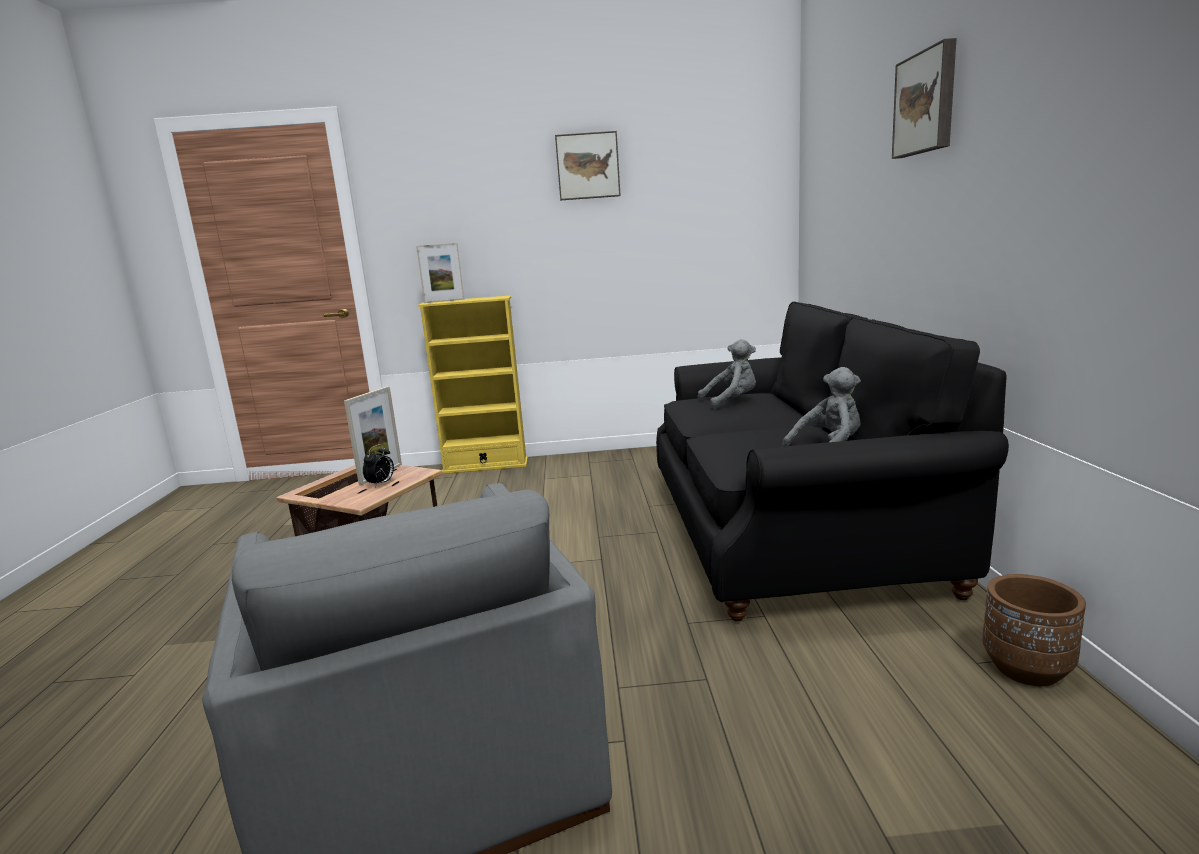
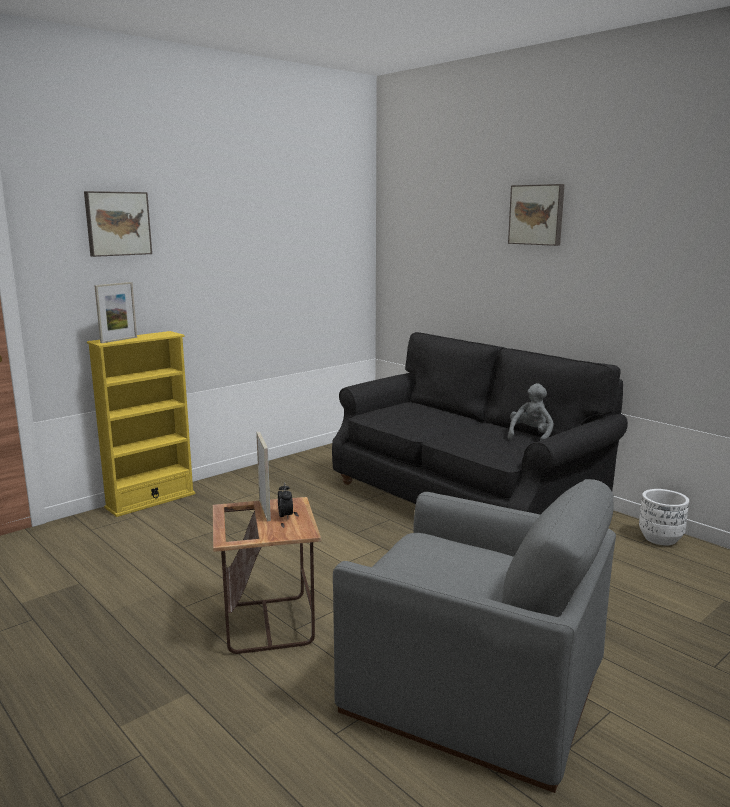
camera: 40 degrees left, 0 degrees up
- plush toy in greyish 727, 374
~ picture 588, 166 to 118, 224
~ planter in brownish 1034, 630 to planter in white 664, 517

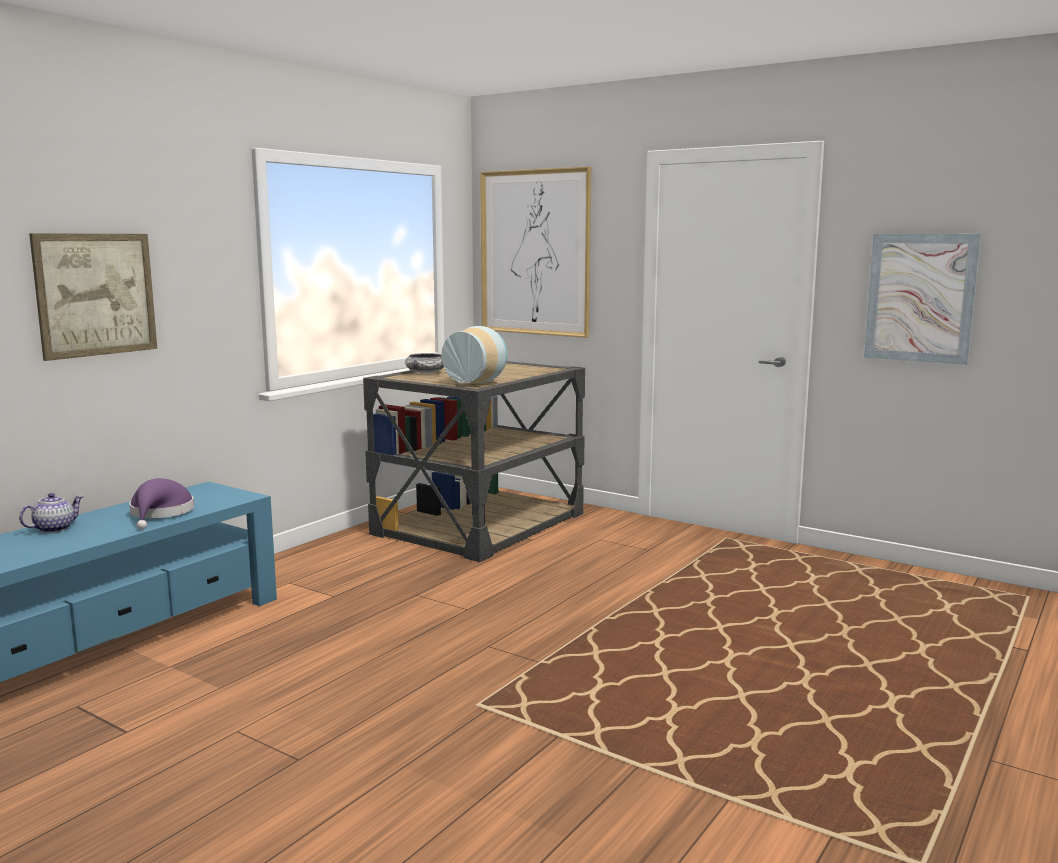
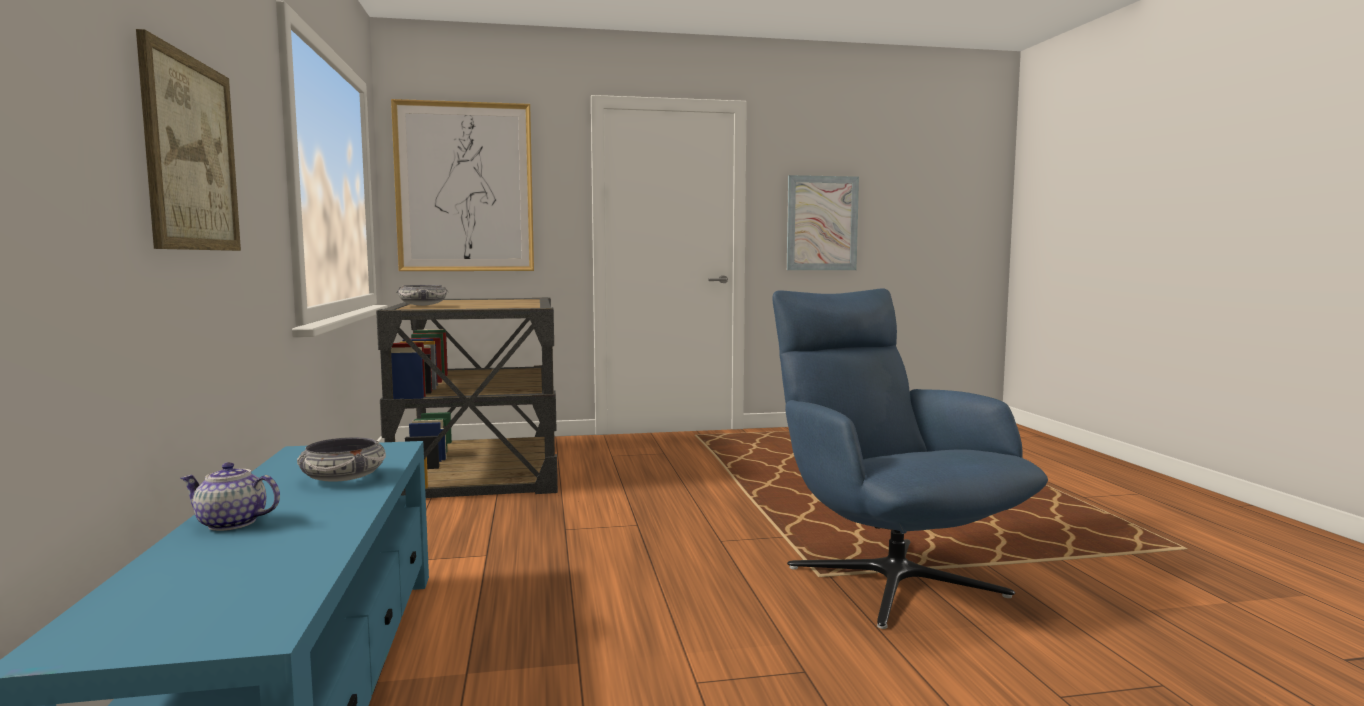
camera: 45 degrees left, 5 degrees down
- vase 474, 354
+ armchair in blue 910, 458
~ clothing hat in purplish 161, 503 to serving bowl 341, 459
~ teapot 51, 513 = 230, 496 75 degrees counterclockwise

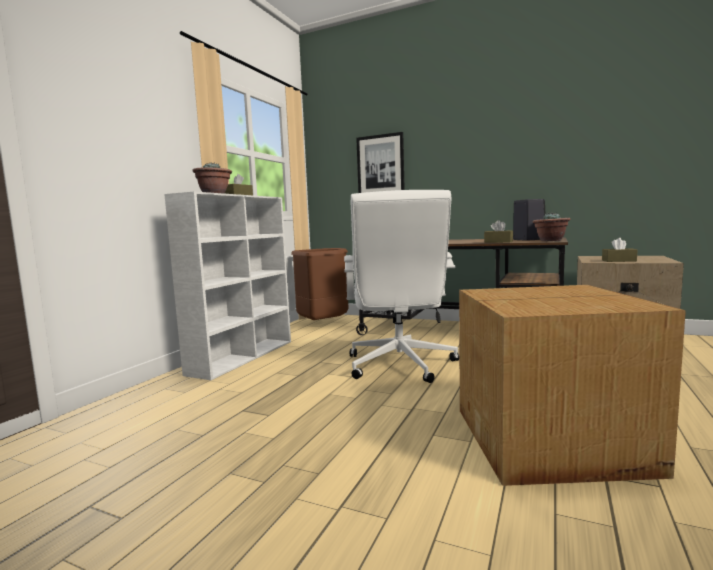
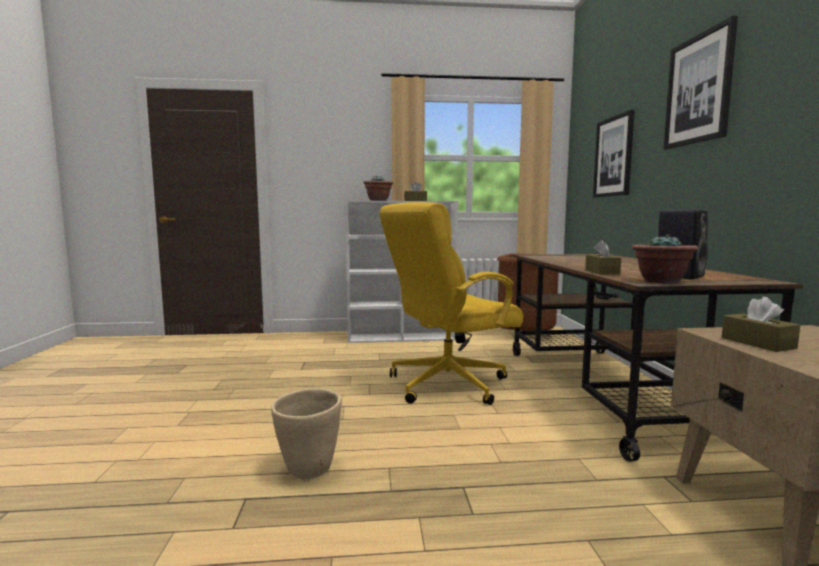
camera: 60 degrees right, 0 degrees up
+ picture 701, 82
~ cardboard box 572, 385 to planter in beige-coloured 306, 433
~ computer chair in white 401, 286 to computer chair in yellow-coloured 451, 303

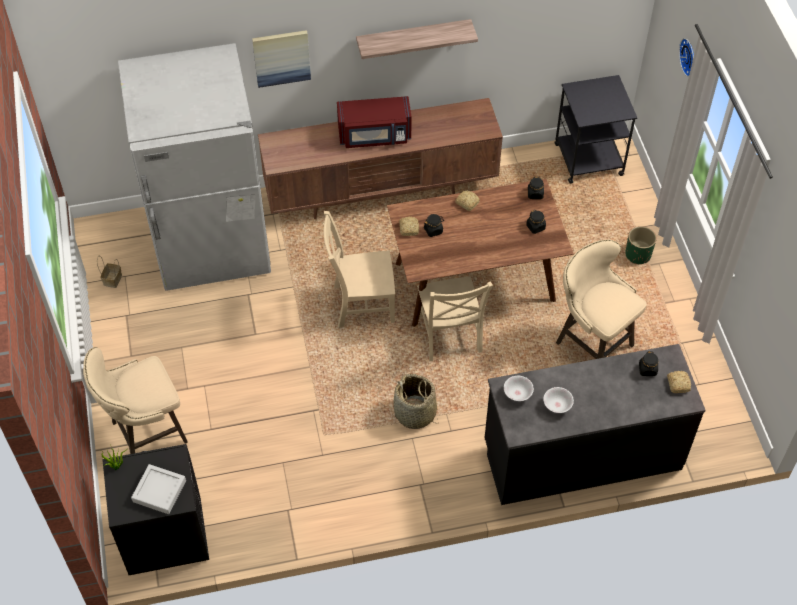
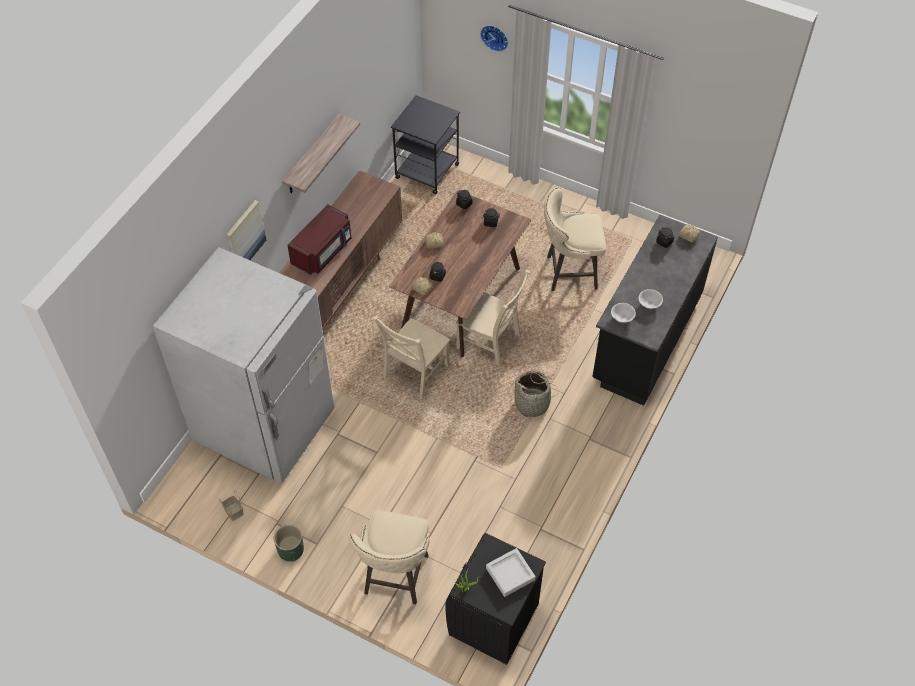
camera: 50 degrees left, 0 degrees up
~ planter in green 641, 245 to 289, 543

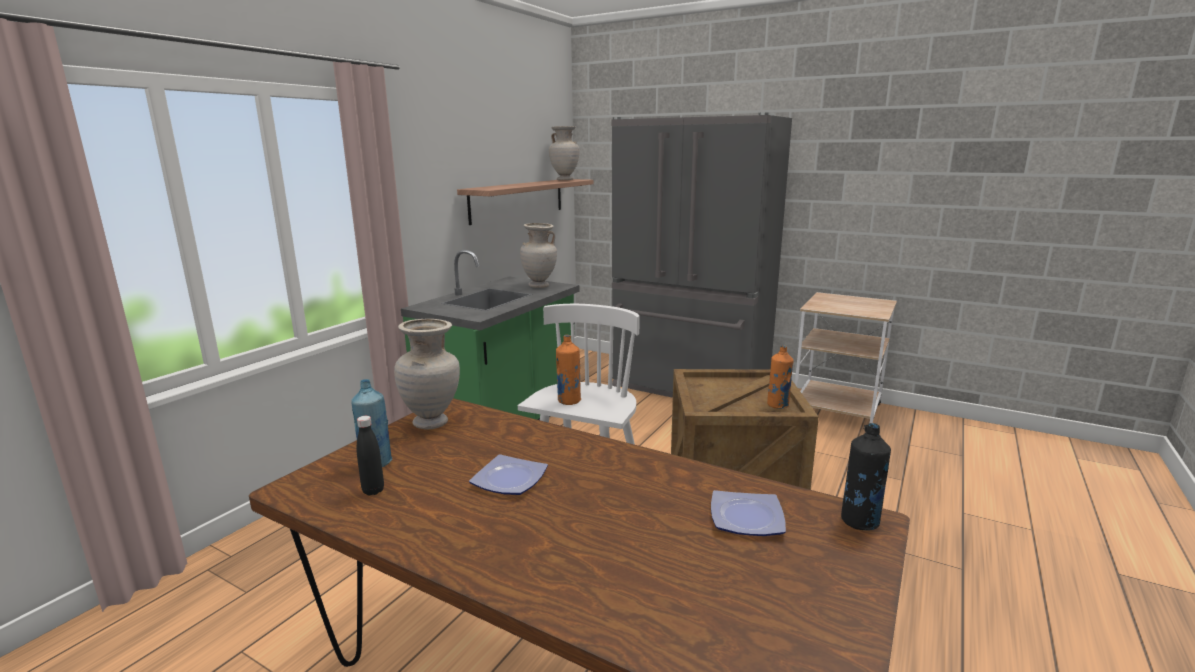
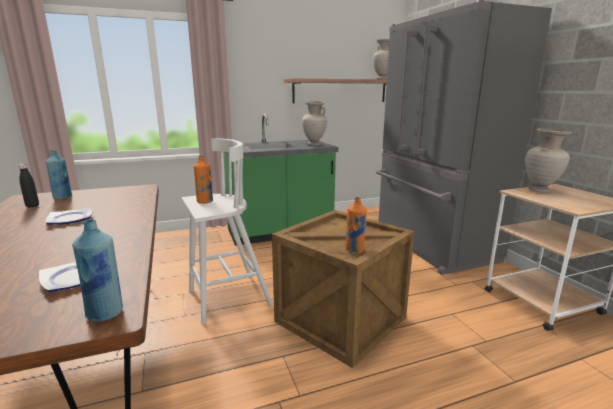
camera: 40 degrees right, 0 degrees up
~ vase in beige-coloured 427, 374 to 548, 161
~ drink bottle in black 866, 476 to drink bottle in blue 97, 270

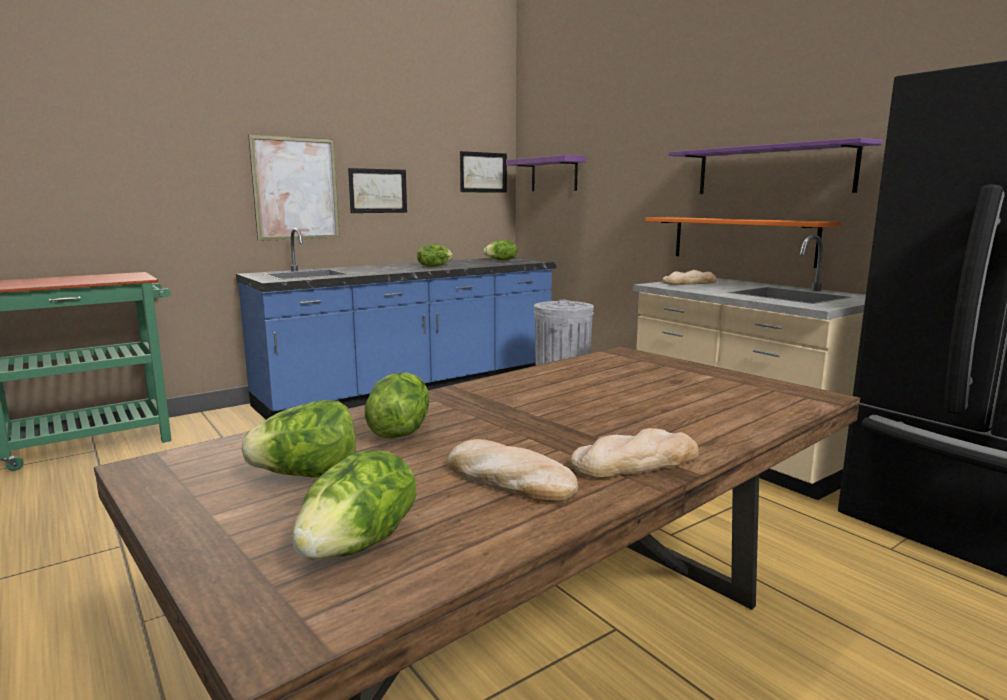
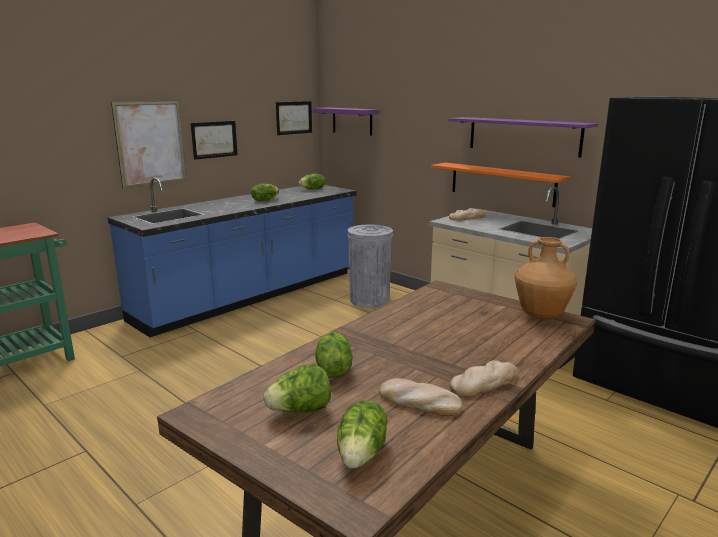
camera: 10 degrees left, 5 degrees up
+ vase in brownish 546, 278

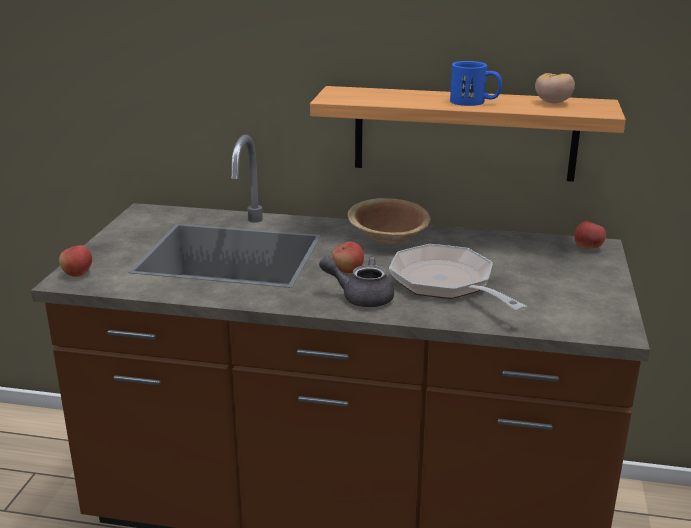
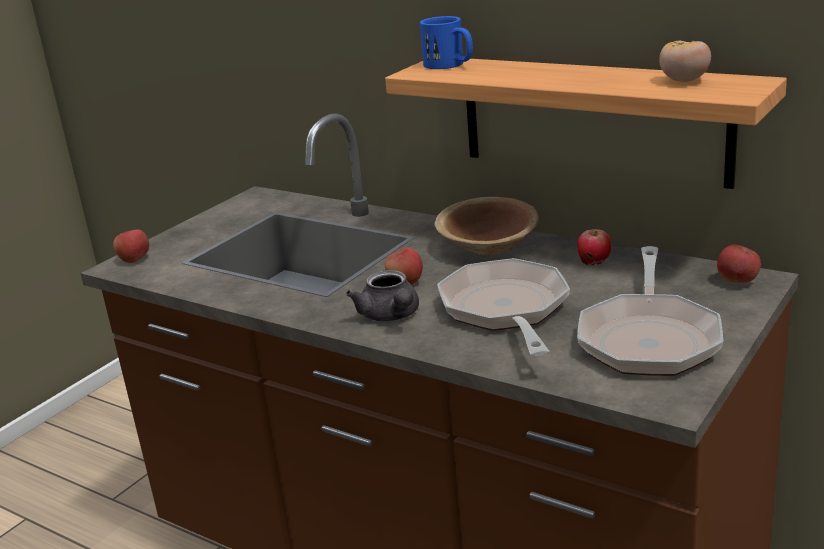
camera: 25 degrees right, 0 degrees up
+ whole apple 594, 247
+ pan 650, 311
~ tea mug in blue 476, 83 to 446, 42
~ teapot in greyish 356, 281 = 382, 295 150 degrees counterclockwise

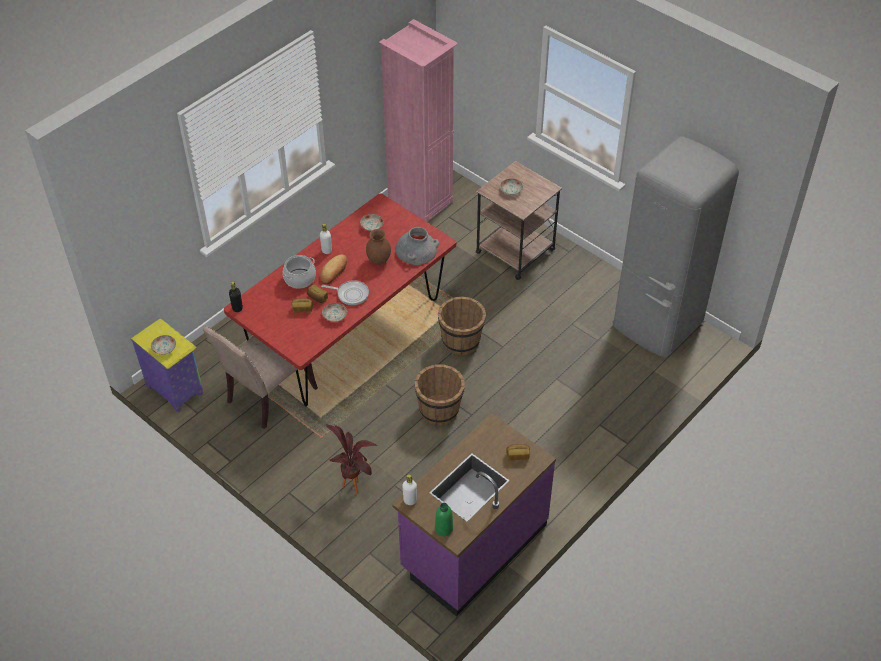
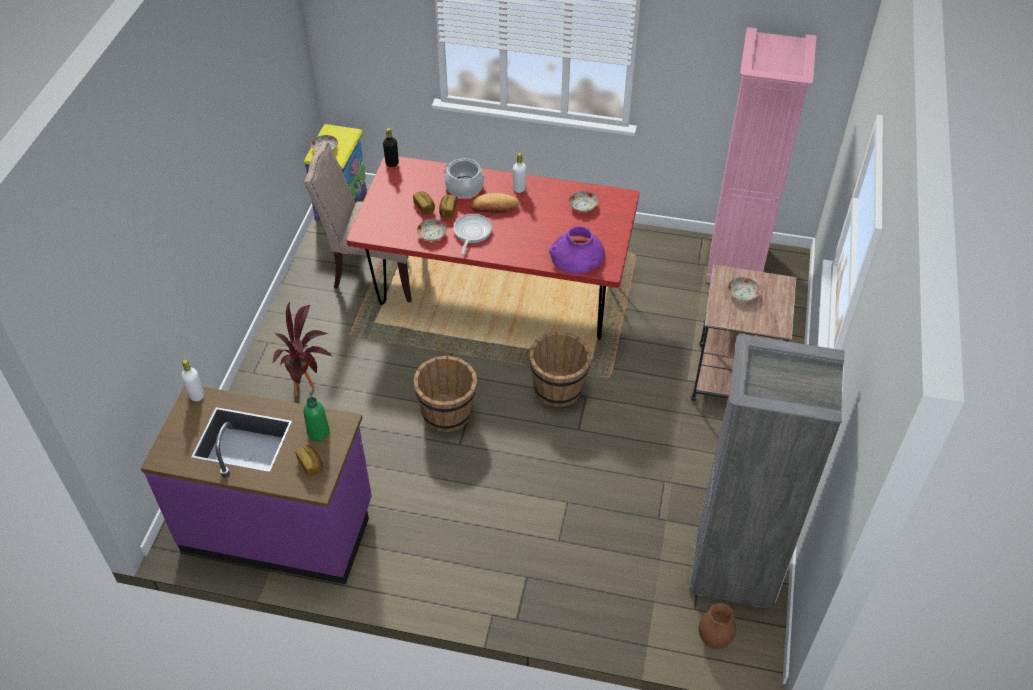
camera: 60 degrees right, 0 degrees up
~ vase in brownish 378, 247 to 717, 626
~ drink bottle in green 444, 519 to 316, 419
~ kitchen fridge in greyish 676, 246 to storage cabinet in greyish 767, 471
~ vase in greyish 417, 246 to vase in purplish 577, 250
~ pan 345, 292 = 473, 234 150 degrees counterclockwise

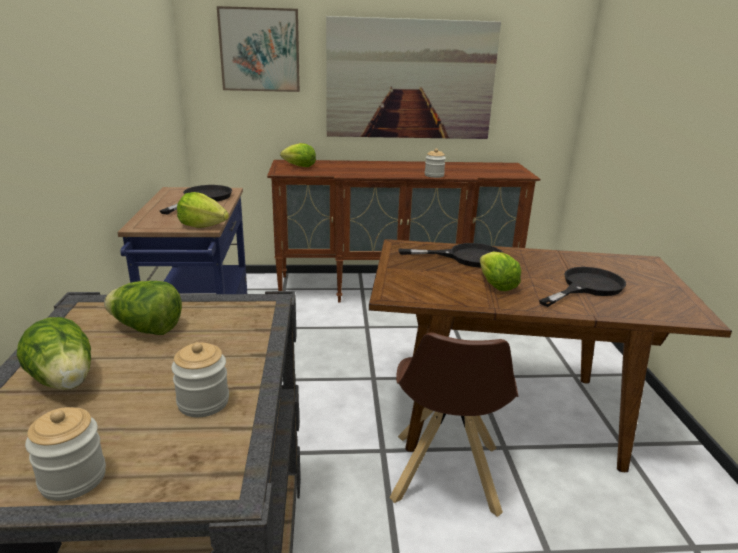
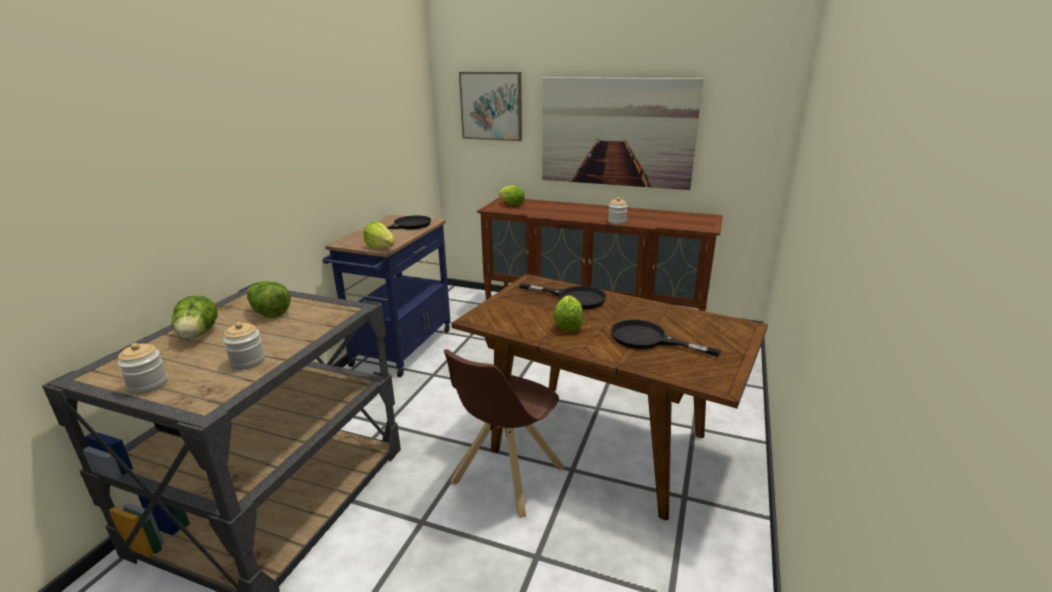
camera: 25 degrees right, 0 degrees up
~ pan in black 582, 287 = 666, 338 135 degrees counterclockwise

